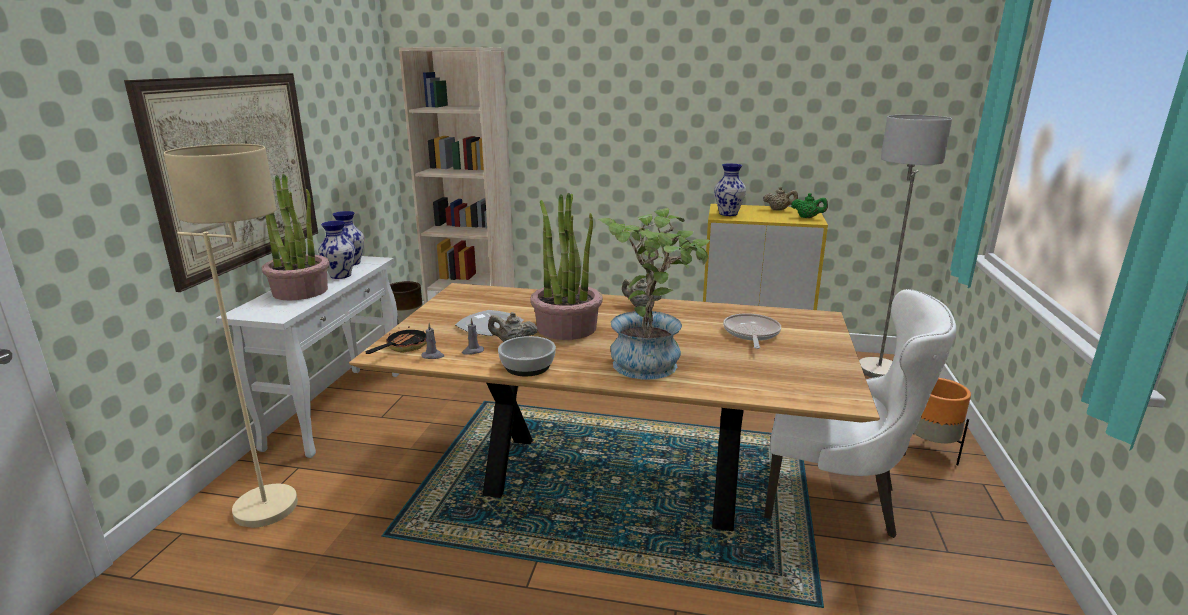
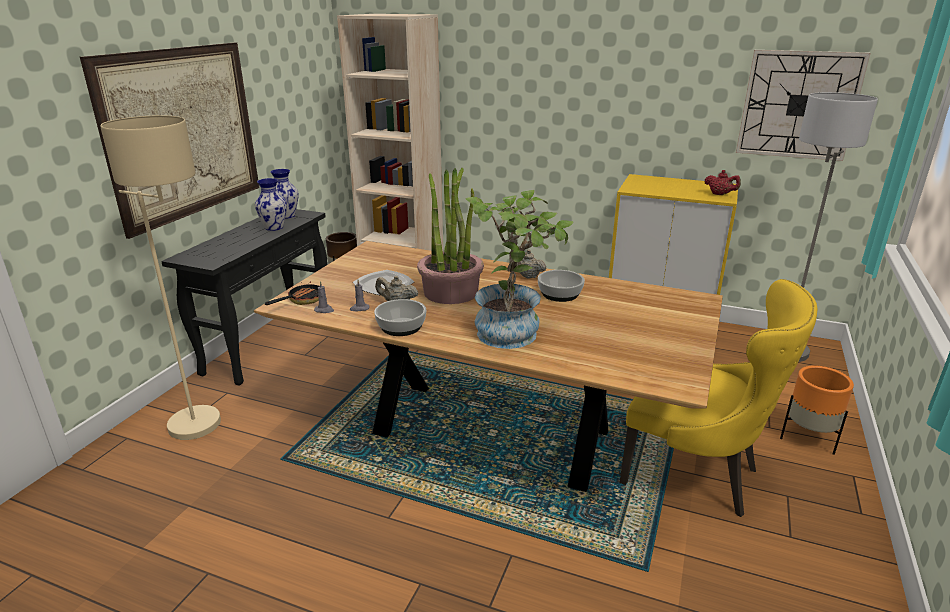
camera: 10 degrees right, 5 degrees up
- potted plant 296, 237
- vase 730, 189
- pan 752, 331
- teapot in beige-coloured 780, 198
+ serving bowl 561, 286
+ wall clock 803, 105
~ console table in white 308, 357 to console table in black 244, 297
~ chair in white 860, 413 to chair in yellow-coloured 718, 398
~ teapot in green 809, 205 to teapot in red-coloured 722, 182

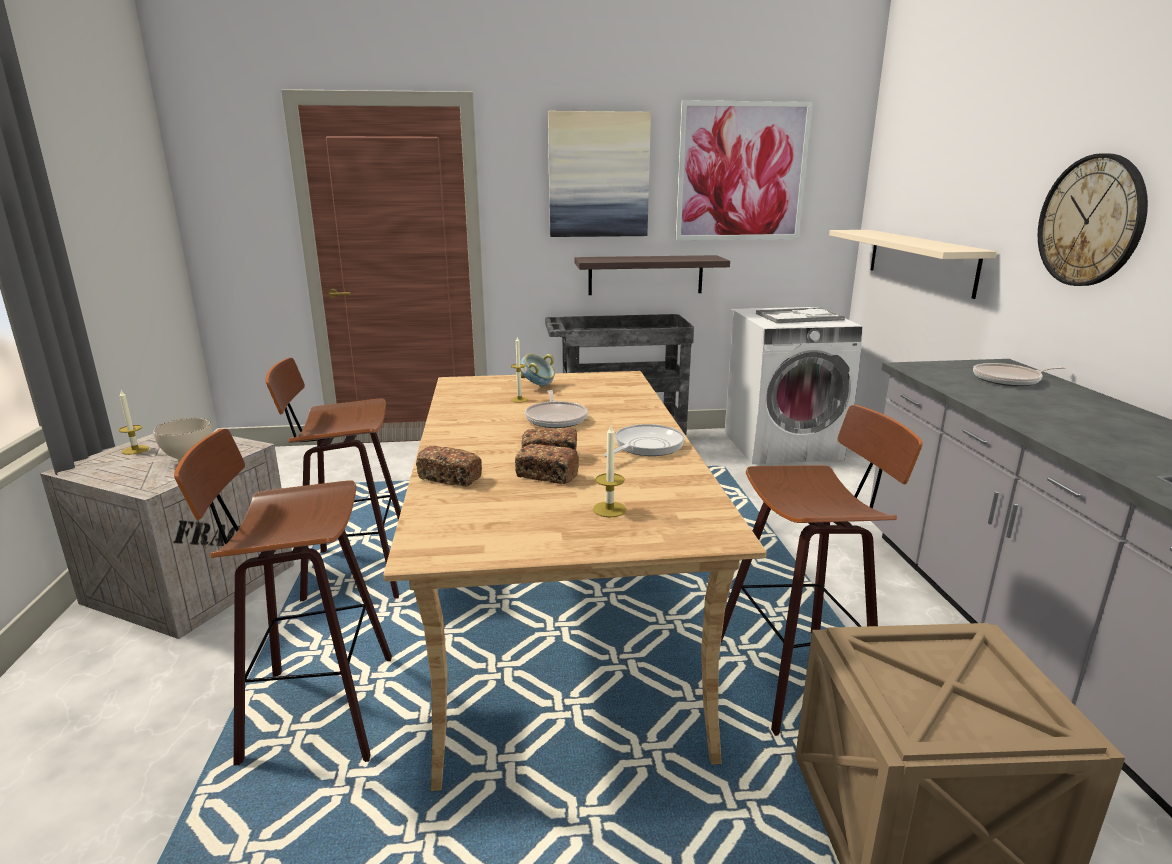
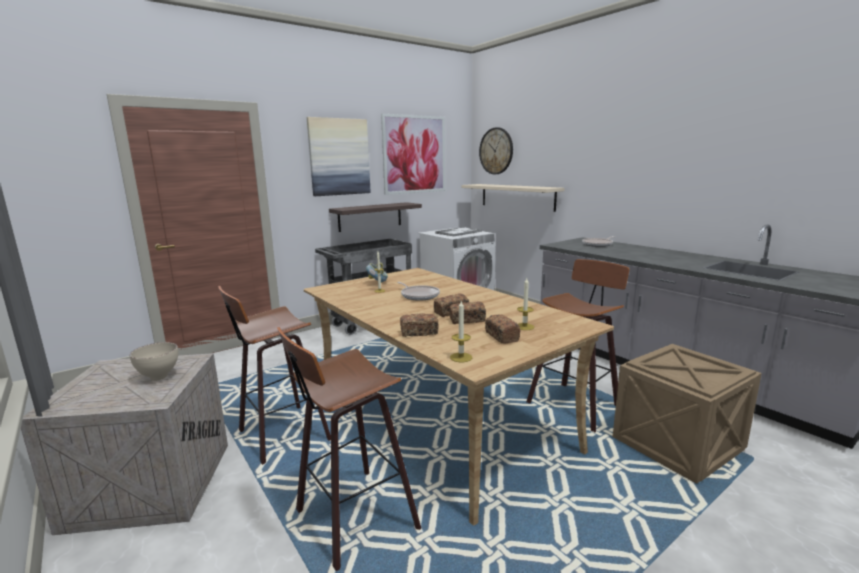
camera: 30 degrees left, 5 degrees down
- pan 644, 440
+ baked bread 503, 329
~ wax light 134, 422 to 461, 331
~ wall clock 1093, 219 to 496, 150

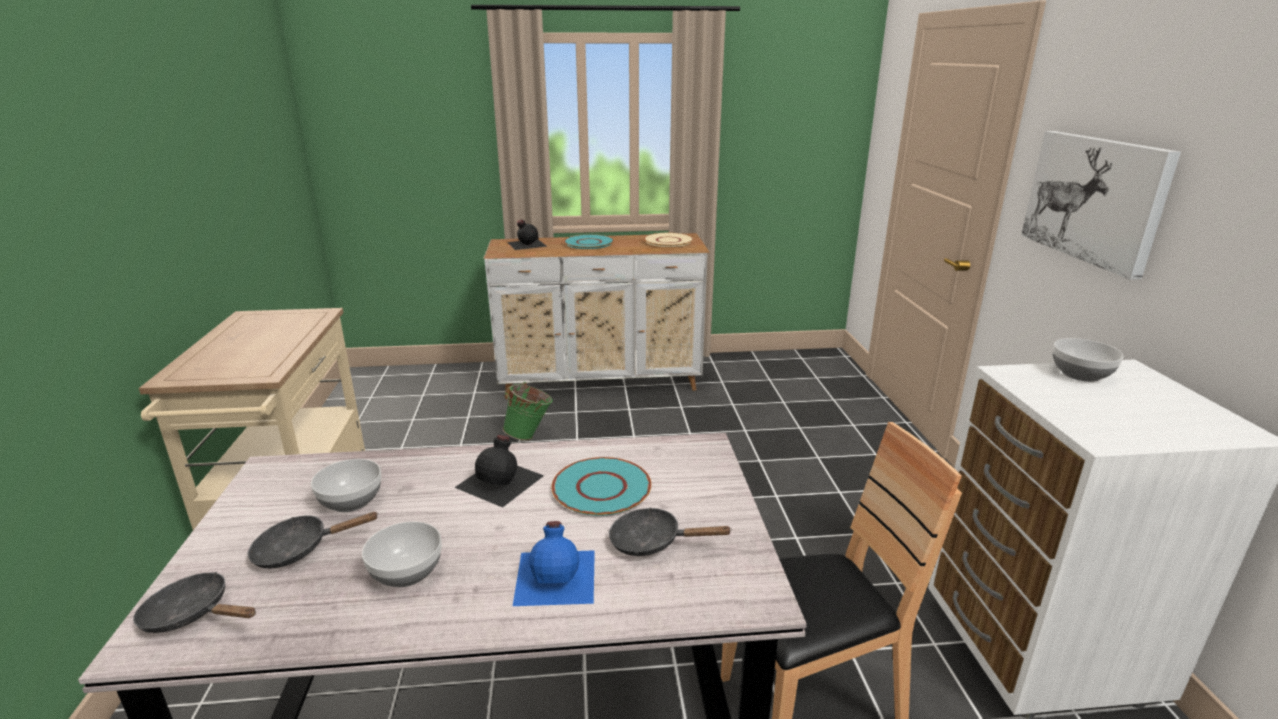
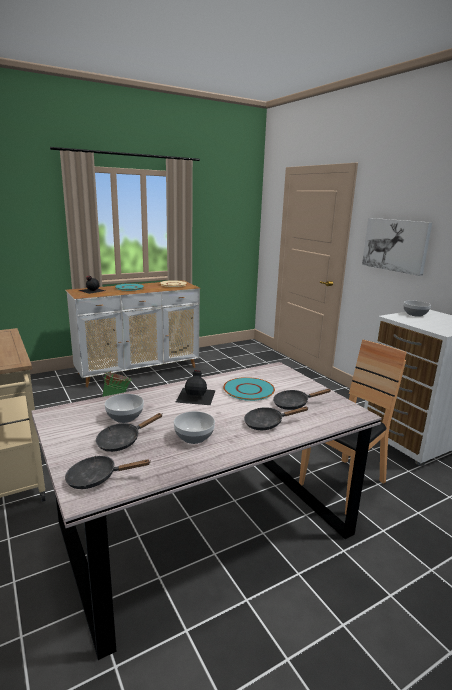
camera: 25 degrees left, 5 degrees down
~ drink bottle in blue 554, 563 to pan in black 276, 418

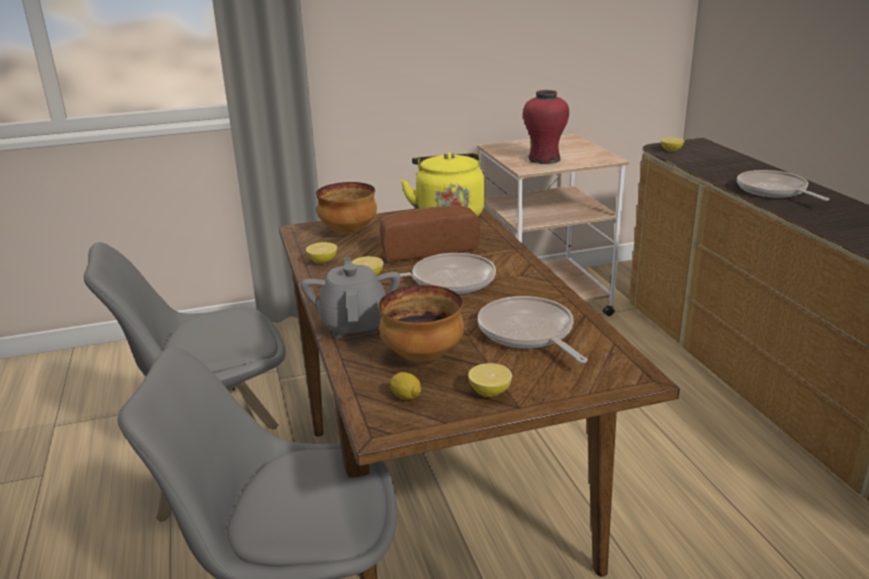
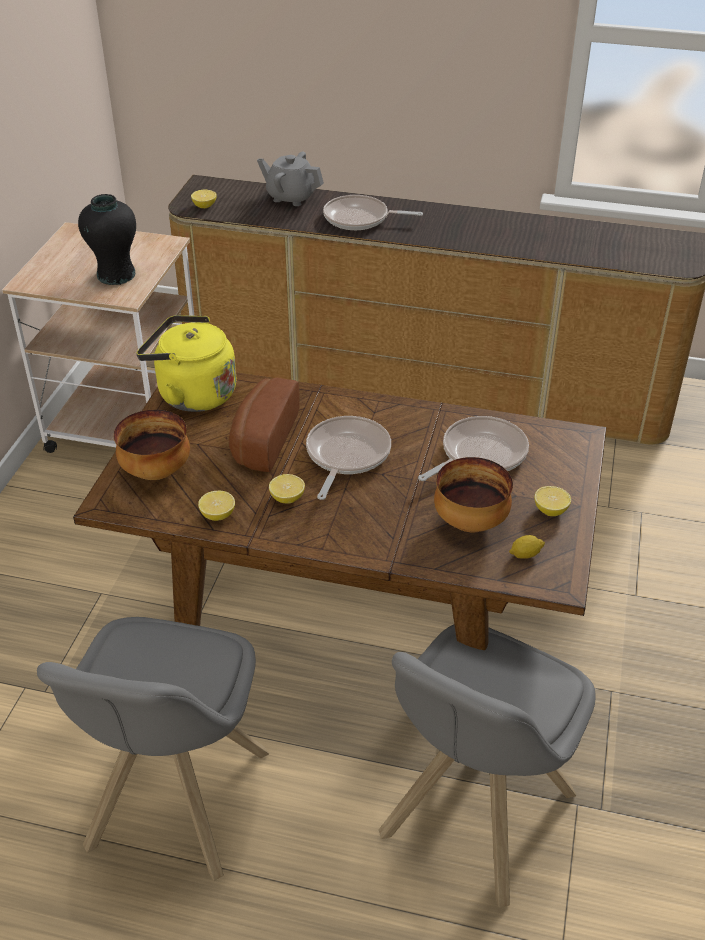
camera: 60 degrees left, 15 degrees up
~ teapot in greyish 351, 297 to 290, 178
~ vase in red-coloured 546, 127 to vase in black 107, 239
~ pan 533, 329 = 473, 448 135 degrees clockwise

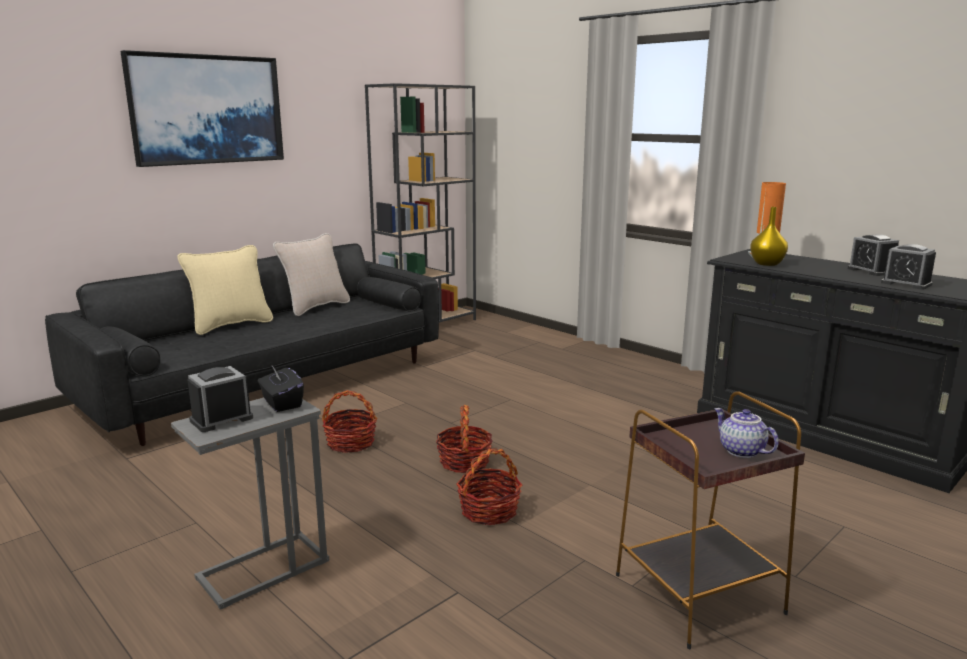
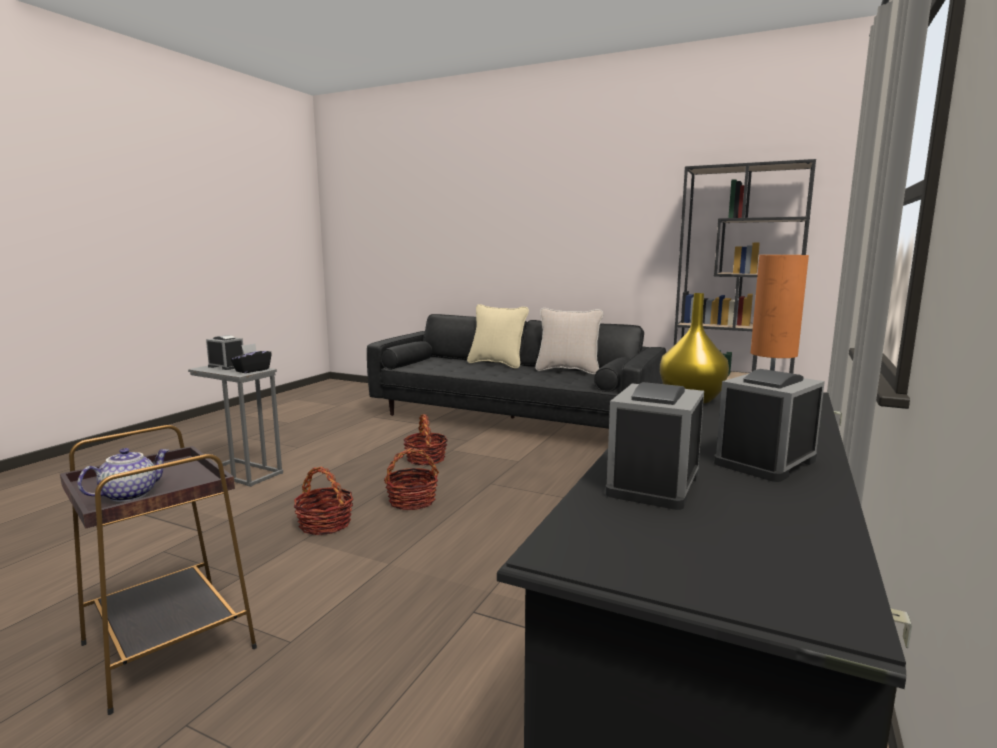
camera: 70 degrees right, 5 degrees down
- picture 202, 108

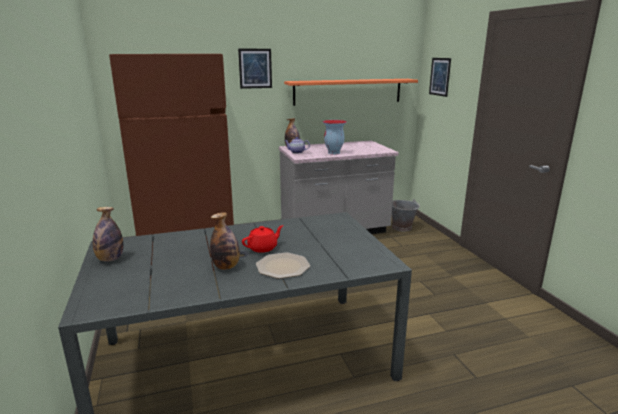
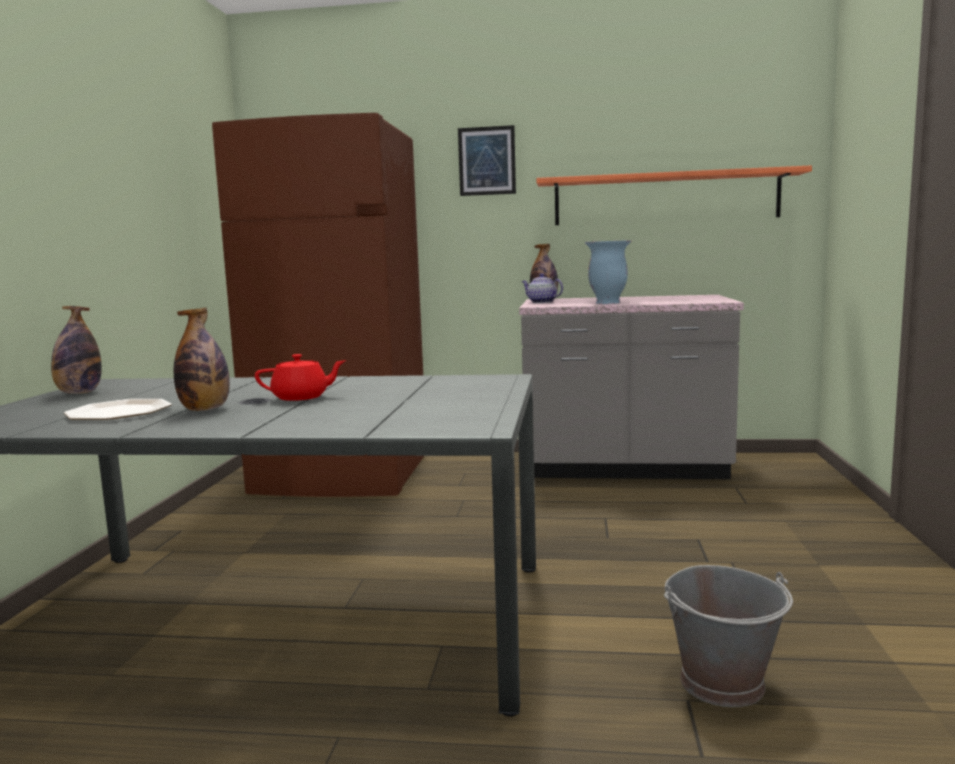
camera: 25 degrees right, 10 degrees down
- picture 440, 77
~ flat dish 283, 265 to 118, 409
~ water bucket in greyish 406, 215 to 728, 636

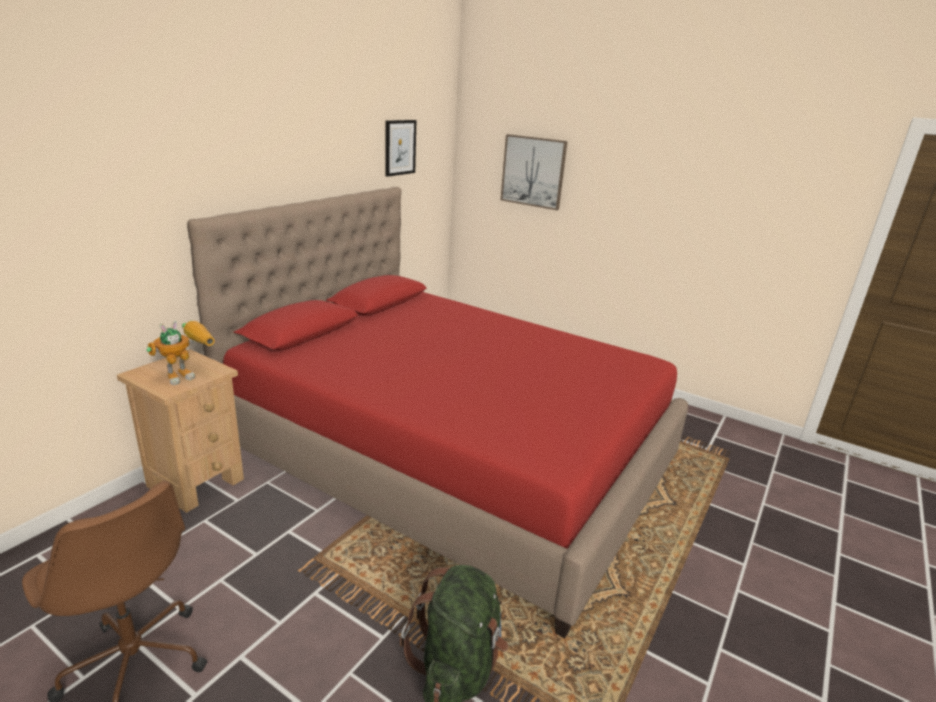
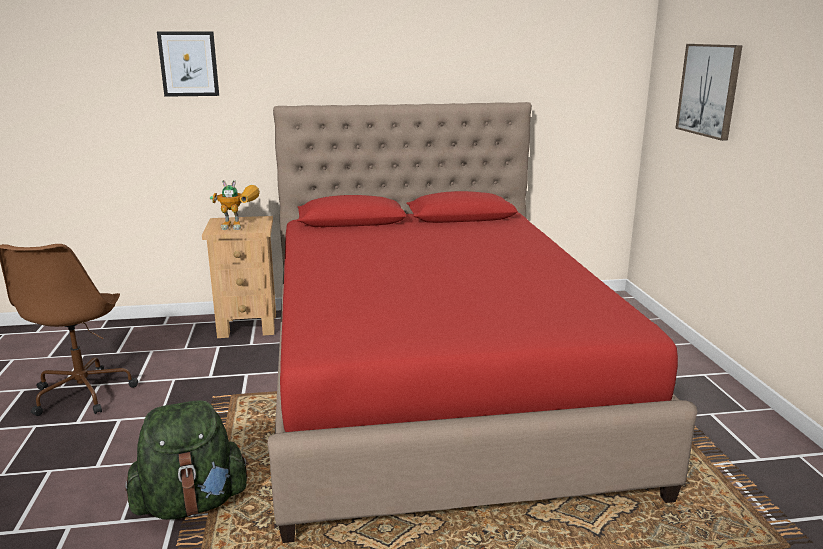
camera: 50 degrees right, 5 degrees down
~ picture 400, 148 to 188, 64

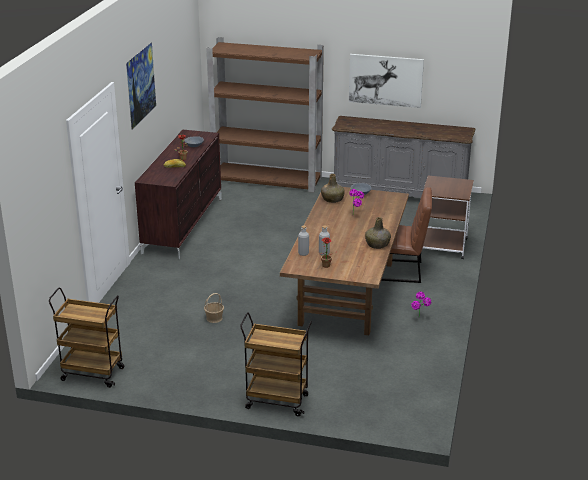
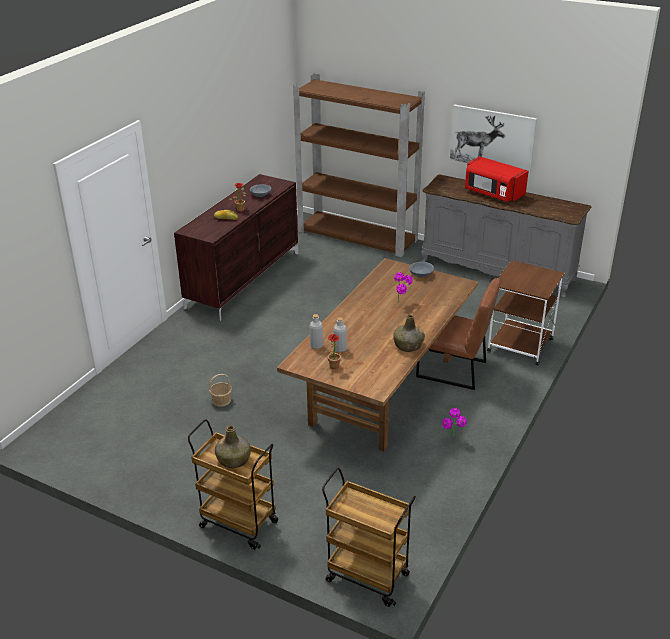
camera: 15 degrees right, 5 degrees up
- picture 141, 85
+ kitchen microwave in red-coloured 496, 179
~ cart in brownish 86, 338 to 369, 537
~ drink bottle in green 332, 188 to 233, 446

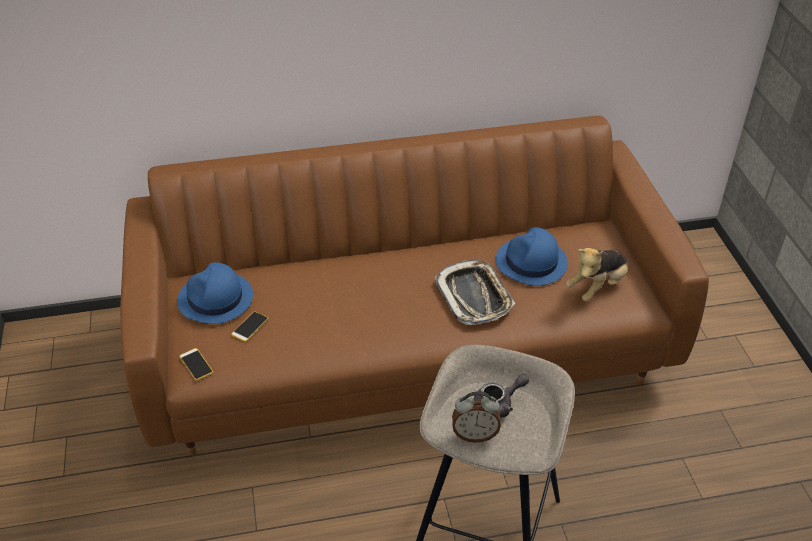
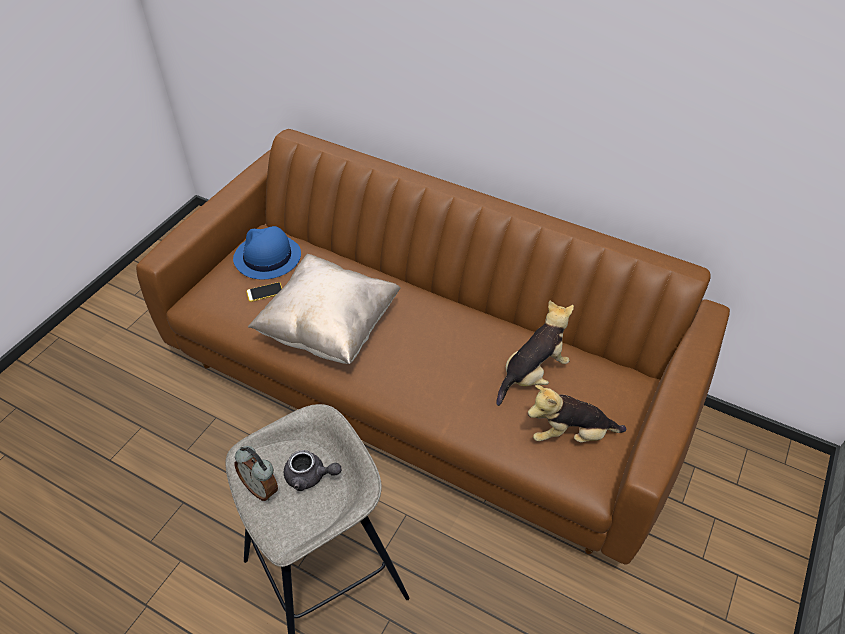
camera: 40 degrees right, 5 degrees up
- telephone 196, 364
- serving tray 475, 292
+ pillow in beige-coloured 324, 309
~ clothing hat in blue 532, 256 to plush toy 535, 353

